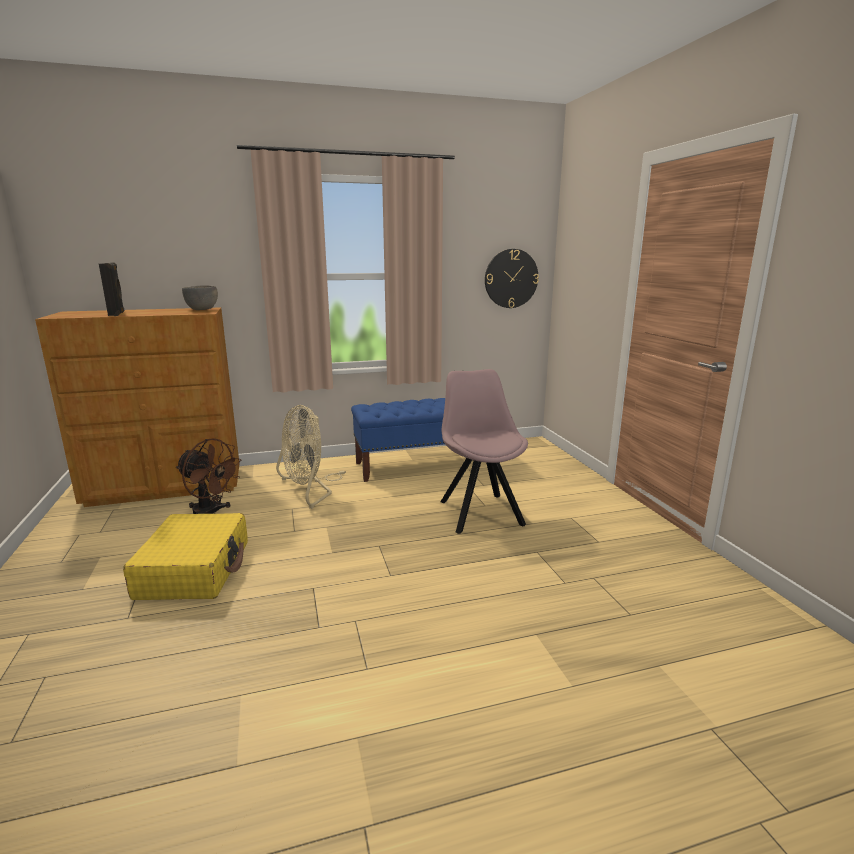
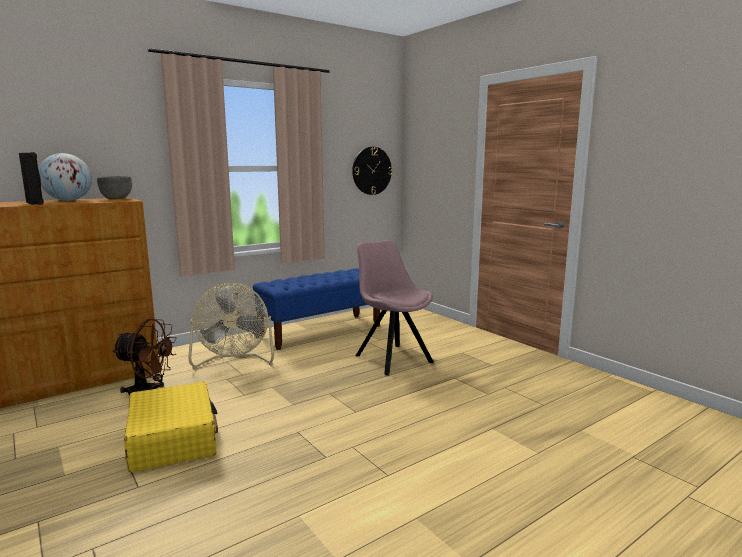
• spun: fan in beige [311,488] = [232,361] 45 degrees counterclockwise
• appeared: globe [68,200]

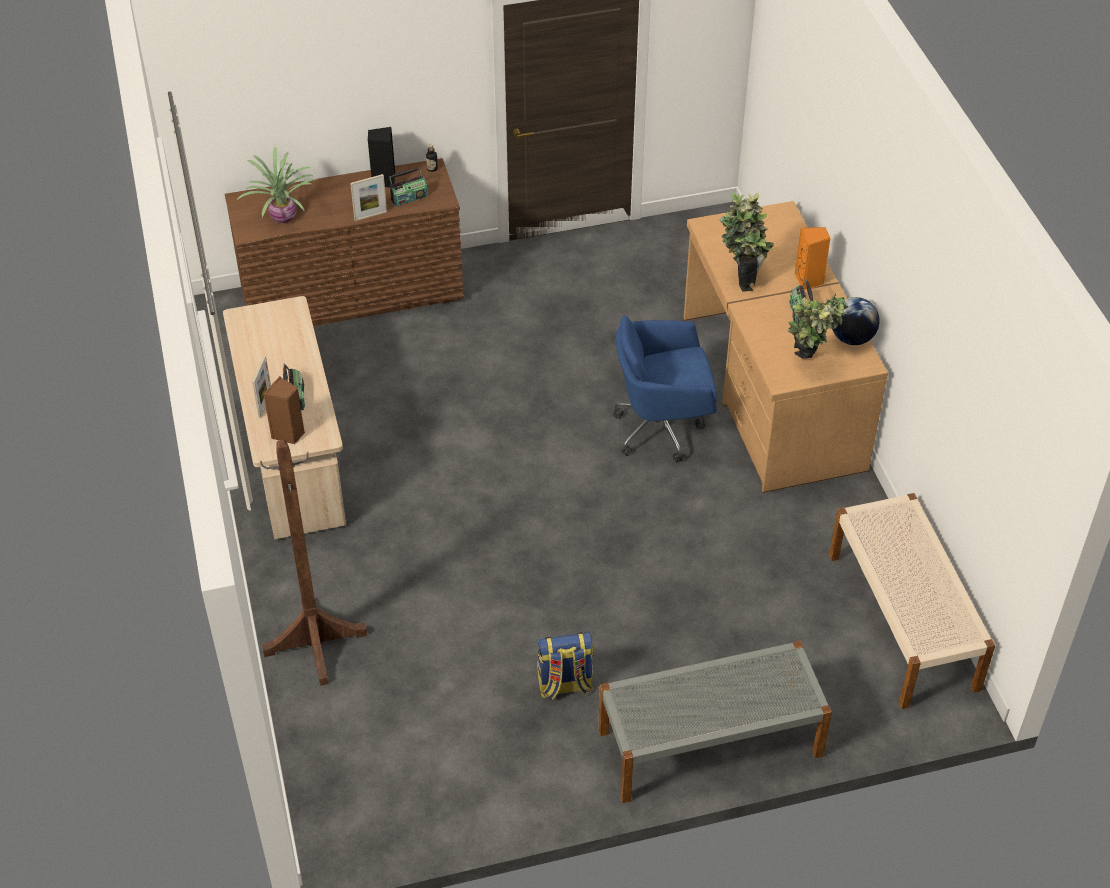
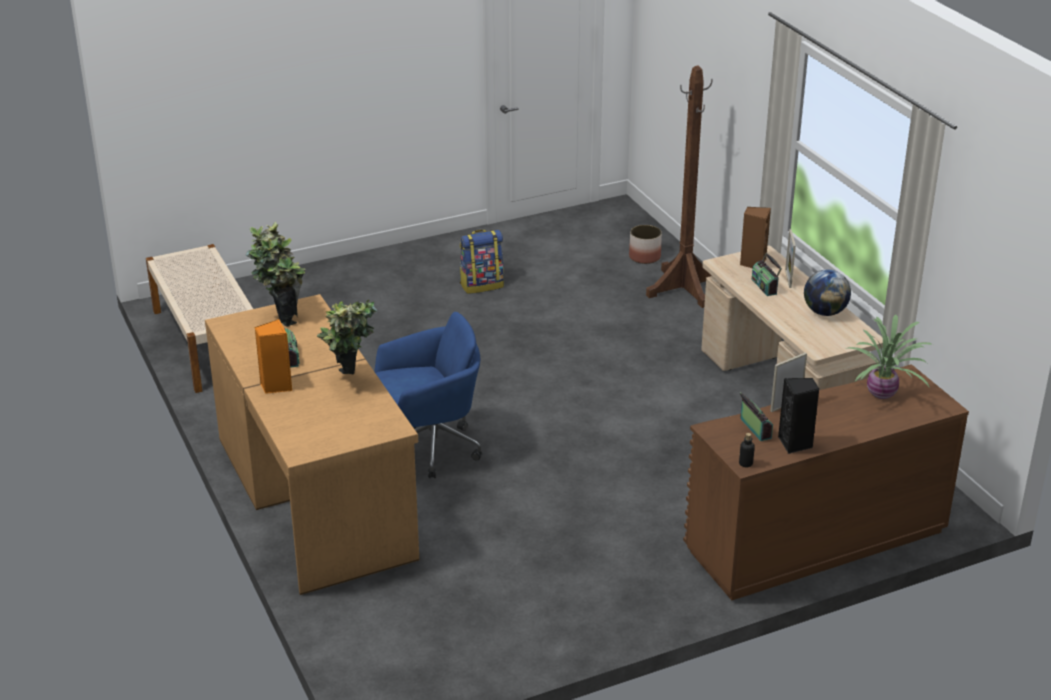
• spun: radio [409,197] = [754,428] 105 degrees clockwise
• relocated: globe [852,338] to [824,312]
• missing: bench in grey [710,744]
• appeared: planter [644,257]

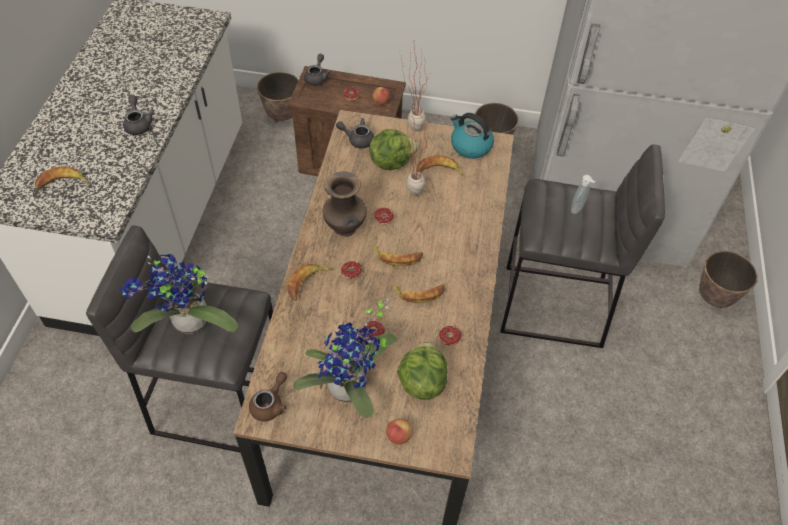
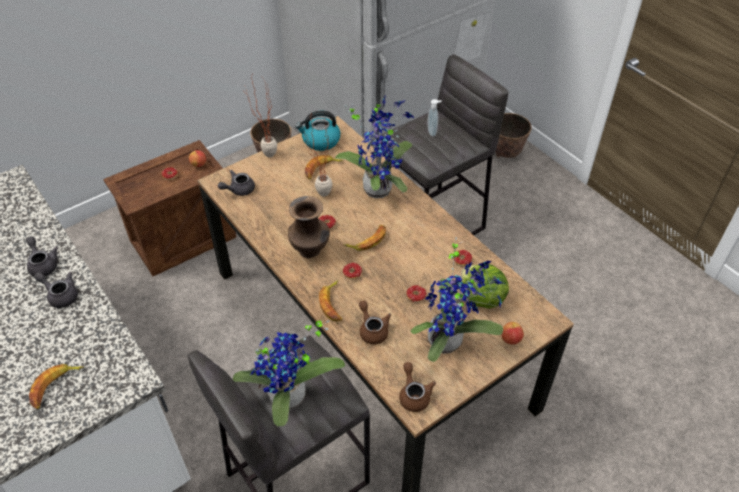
• relocated: teapot in grey [317,77] to [43,264]
• missing: planter [282,116]
• missing: lettuce [391,161]
• missing: banana [419,293]
• appeared: potted plant [379,187]
• appeared: teapot in brown [372,330]

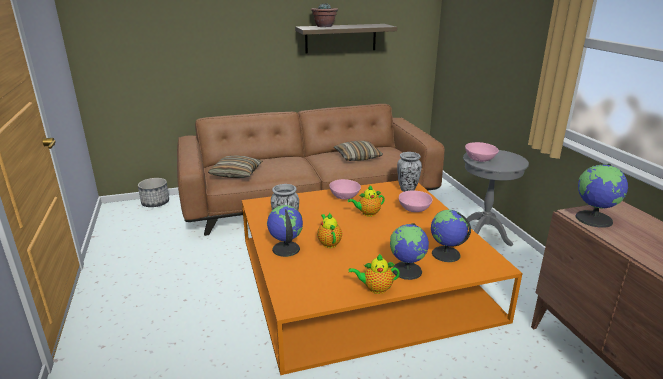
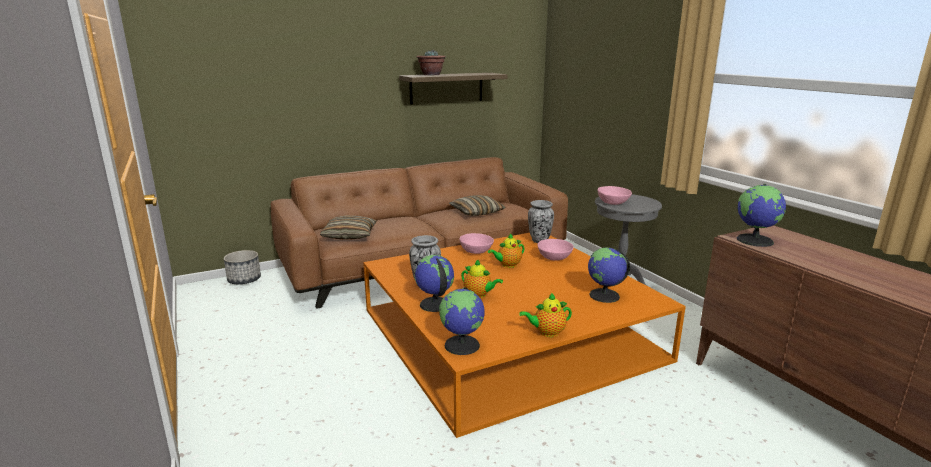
• spun: teapot [329,243] = [479,295] 150 degrees clockwise
• relocated: globe [407,271] to [462,345]

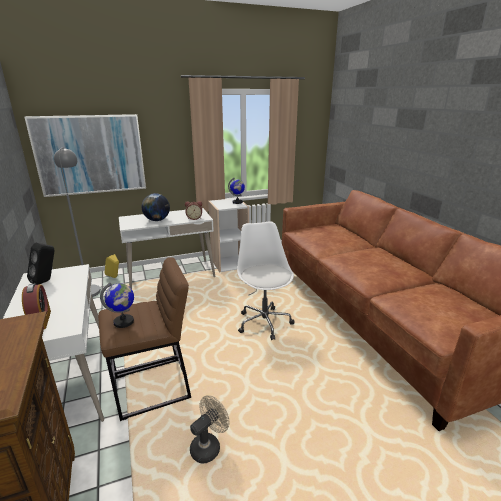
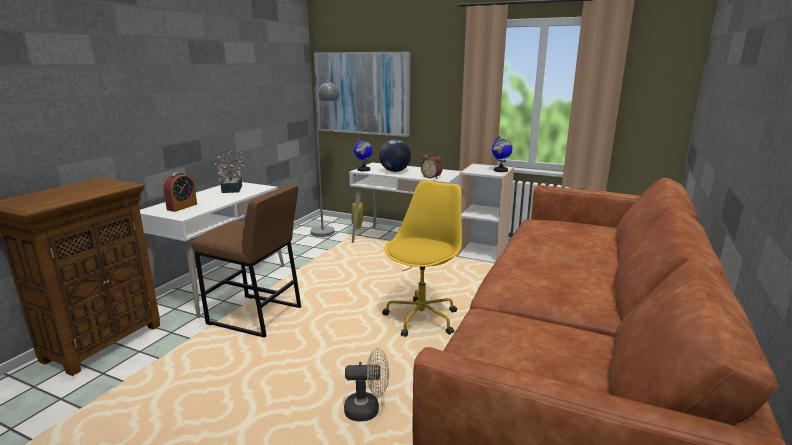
• colour: office chair in white [263,322] to office chair in yellow [422,318]
• exchanged: speaker in black [46,281] to potted plant [233,188]
• relocated: globe [124,322] to [363,170]
• relocated: fan in beige [209,446] to [368,409]

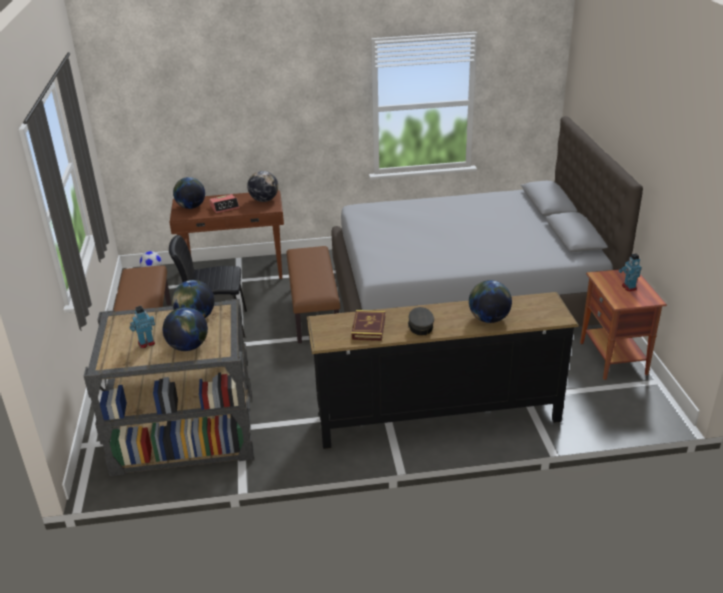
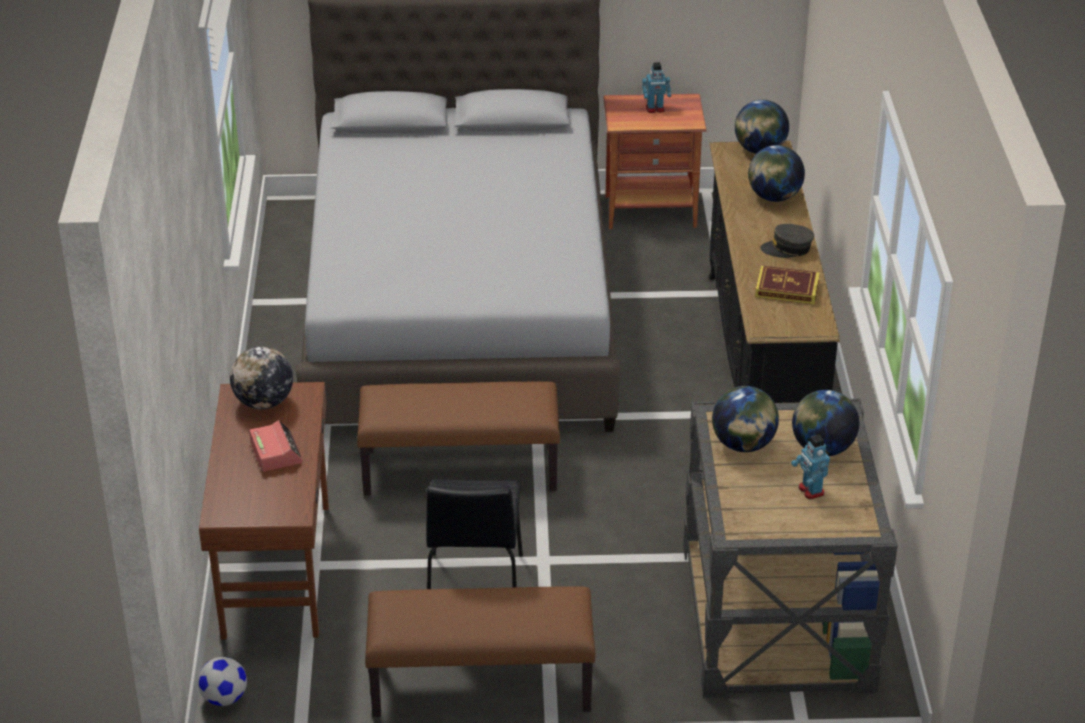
• relocated: globe [191,207] to [759,150]

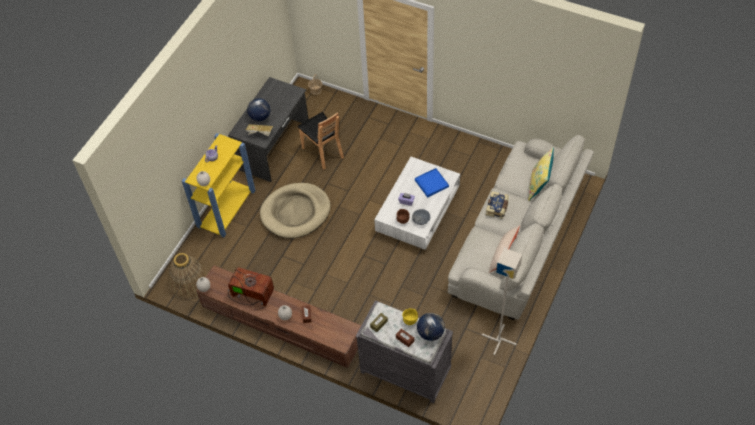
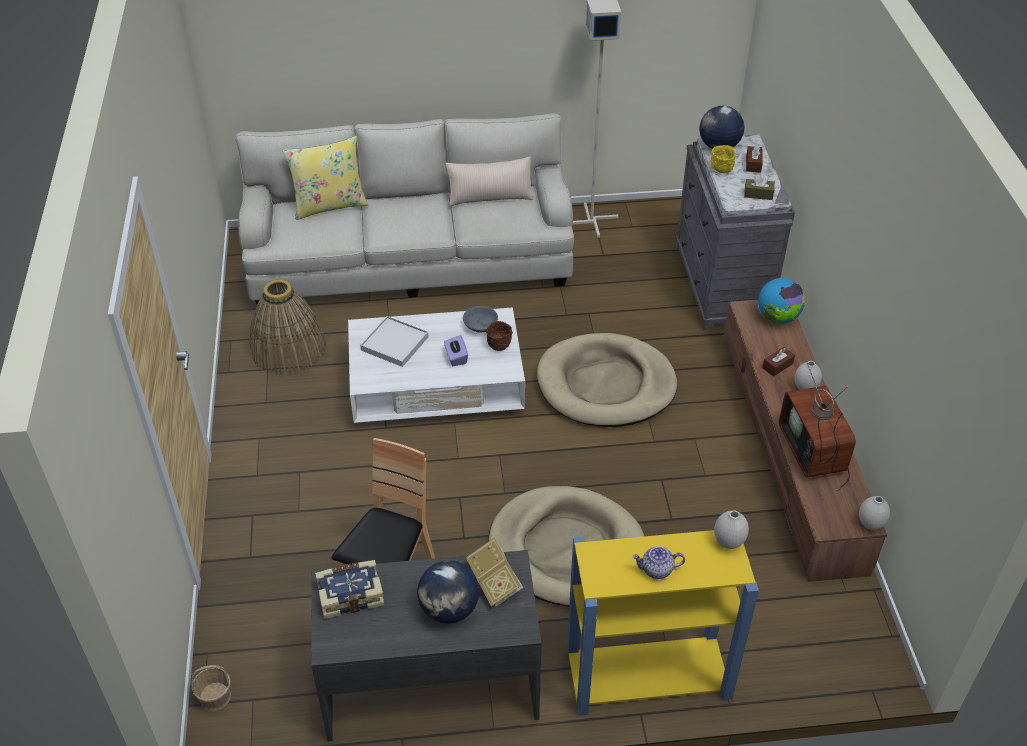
• colour: tray in blue [431,183] to tray in white [395,343]
• relocated: book [497,208] to [350,594]
• relocated: basket [189,282] to [288,348]
• appeared: globe [777,318]
• appeared: dog bed in beige [606,385]

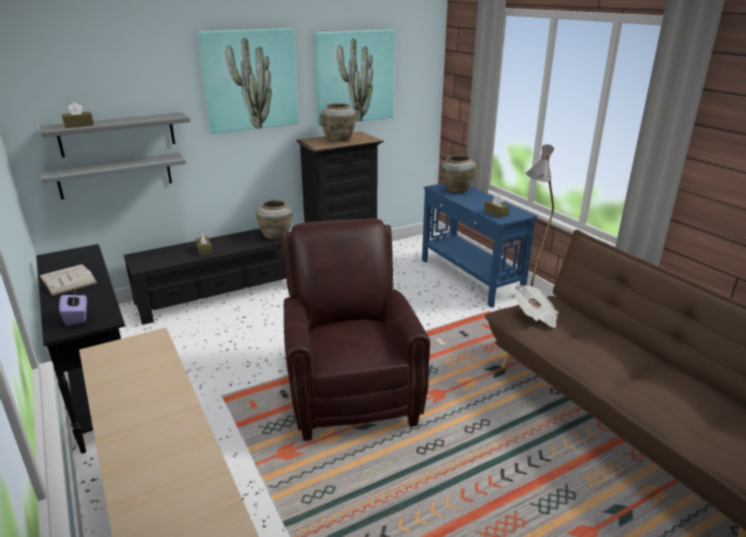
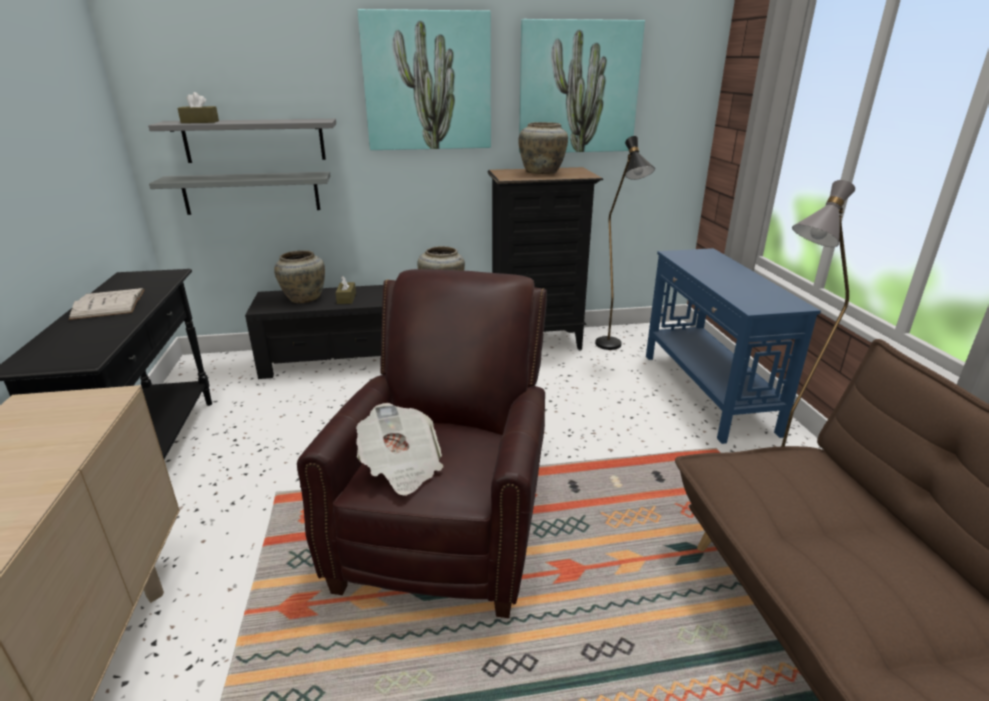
• relocated: vase in beige [456,189] to [304,298]
• missing: tissue box in brown [495,213]
• relocated: newspaper [535,316] to [401,467]
• missing: tissue box in purple [77,317]
• appeared: floor lamp in black [612,348]

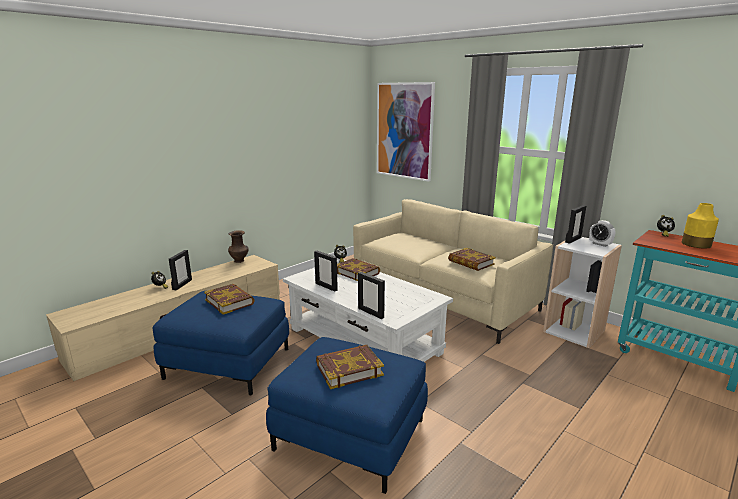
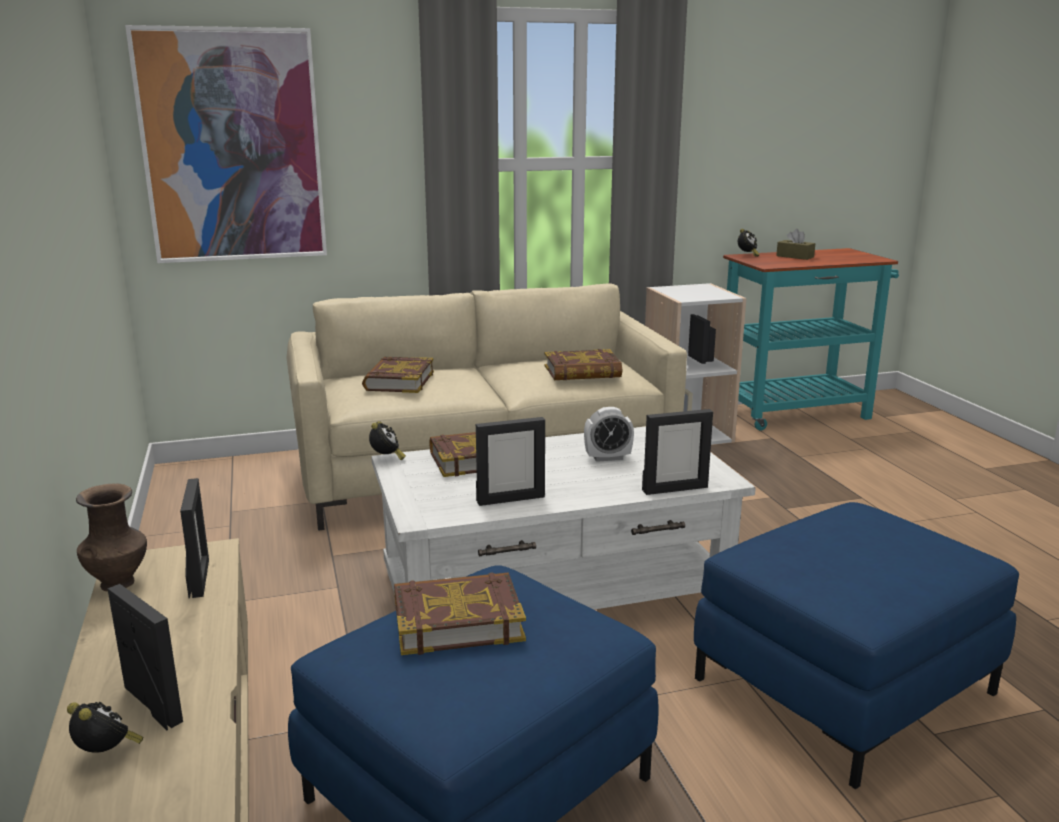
• exchanged: vase in yellow [696,244] to tissue box in brown [795,256]
• relocated: picture frame [573,240] to [199,578]
• relocated: alarm clock [600,244] to [608,458]
• relocated: book [349,370] to [399,381]

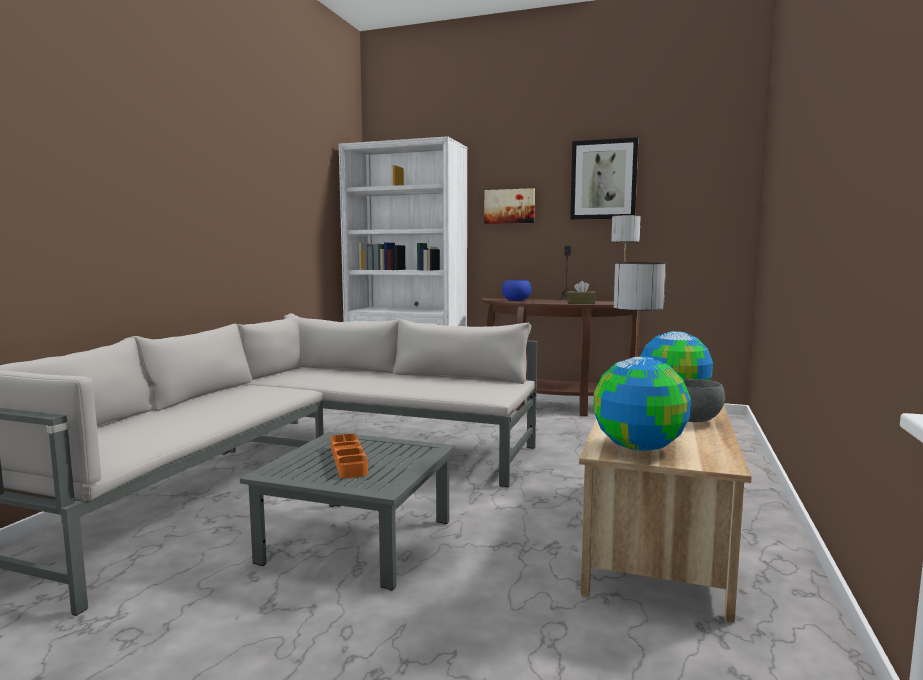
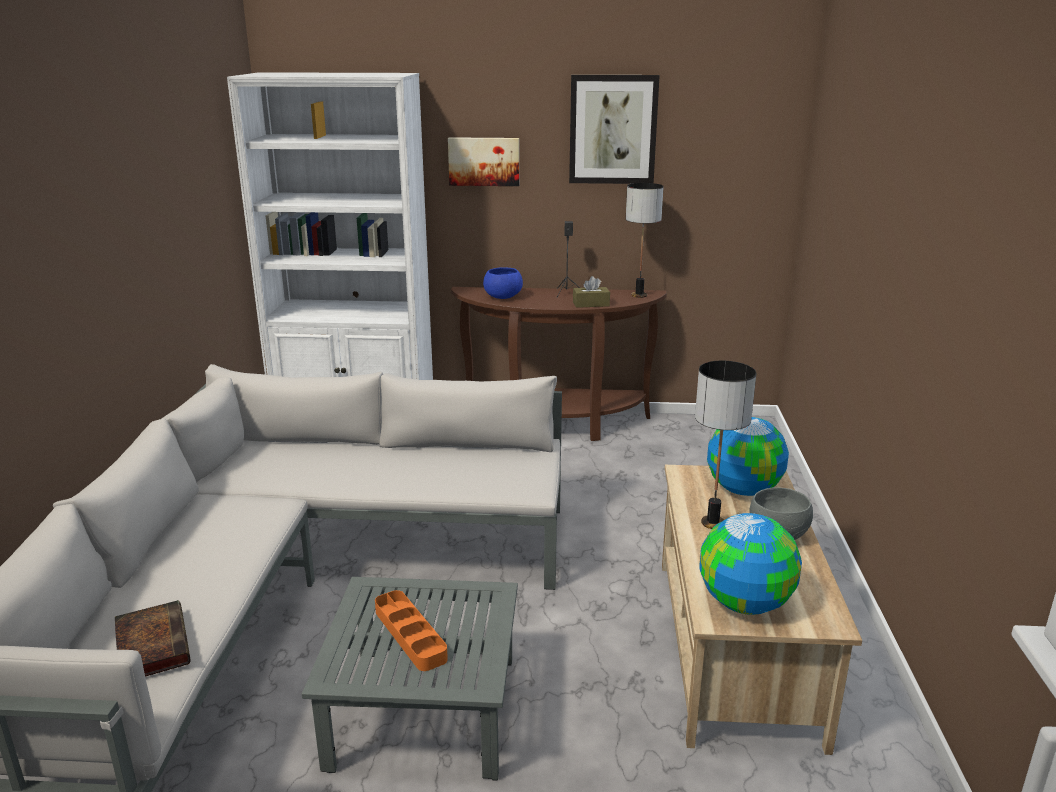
• appeared: book [151,644]

